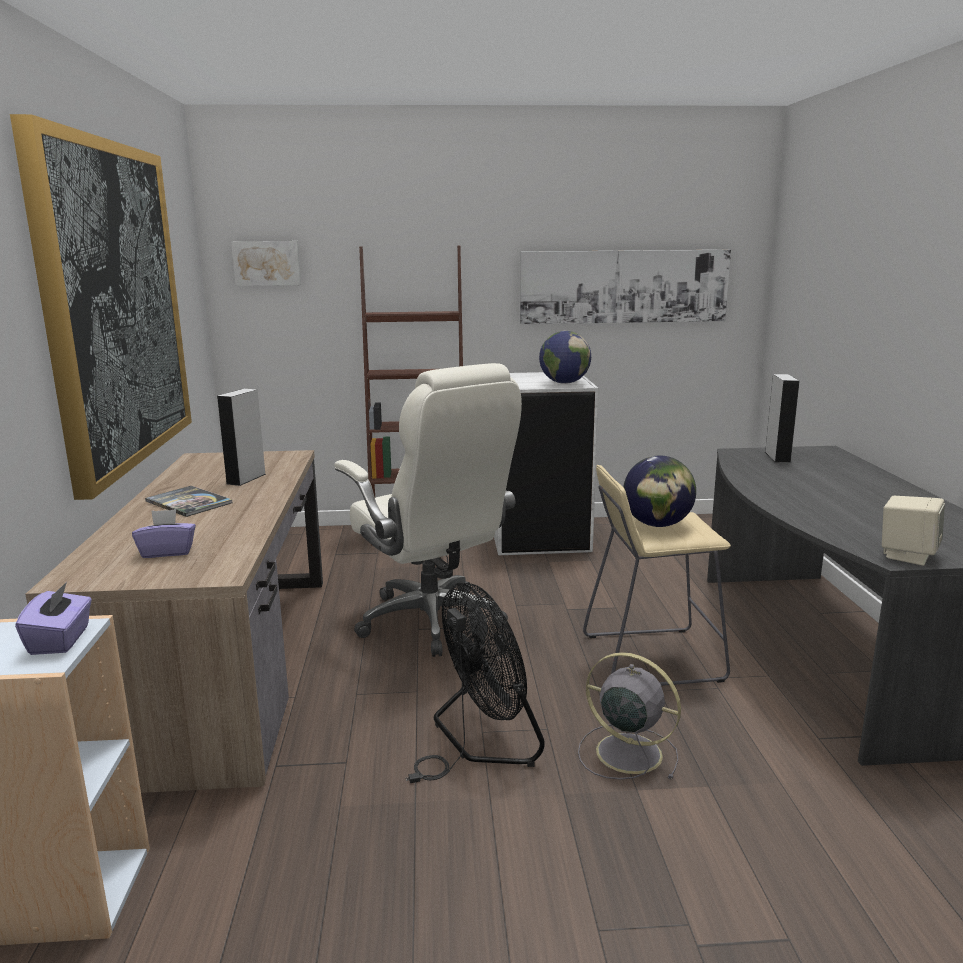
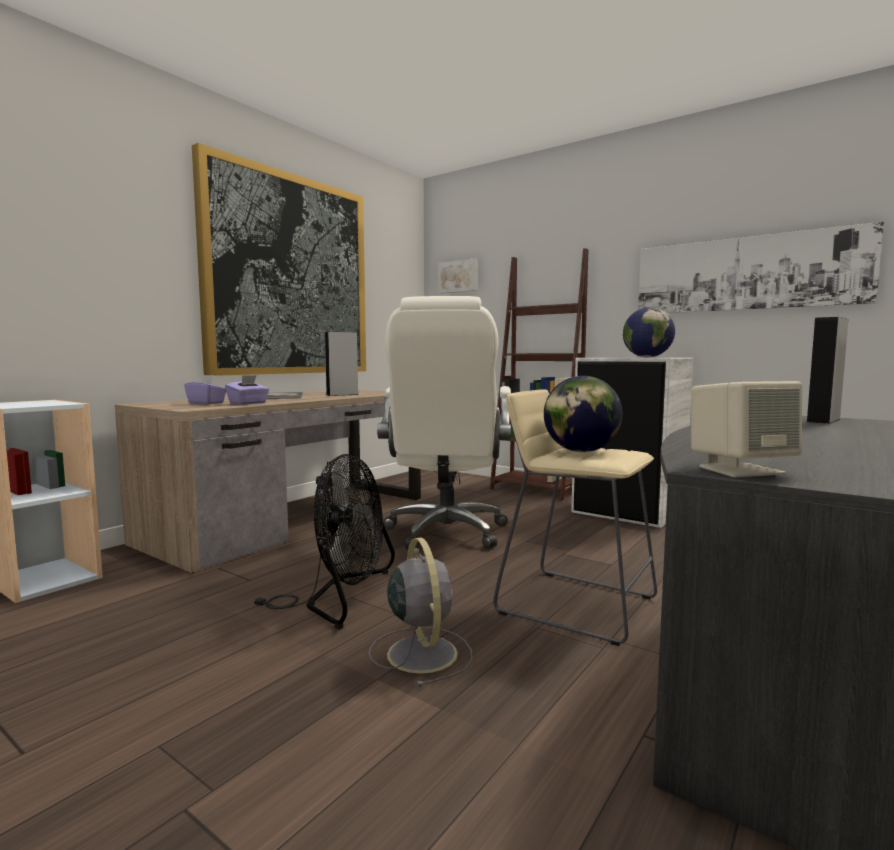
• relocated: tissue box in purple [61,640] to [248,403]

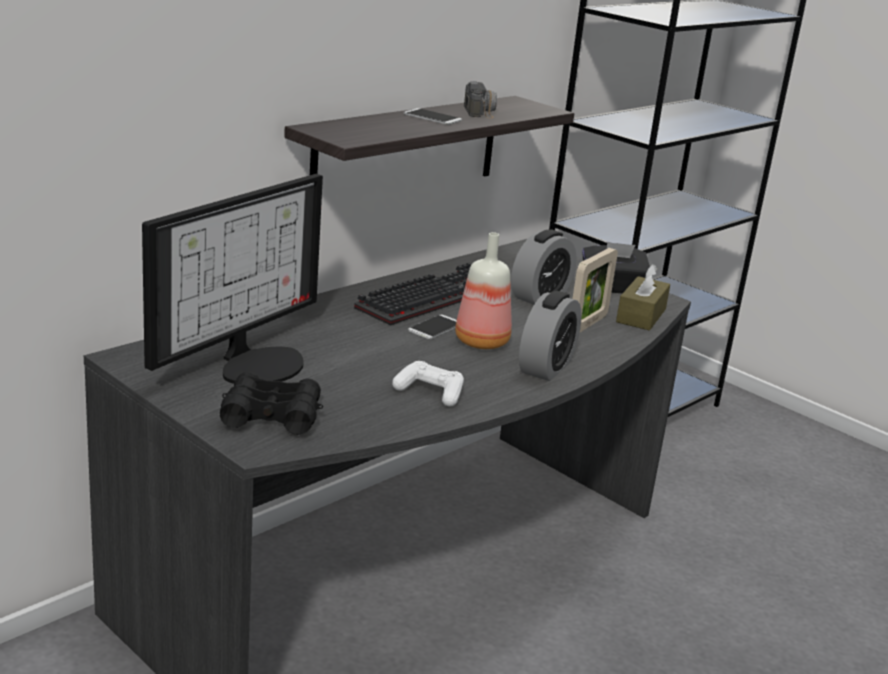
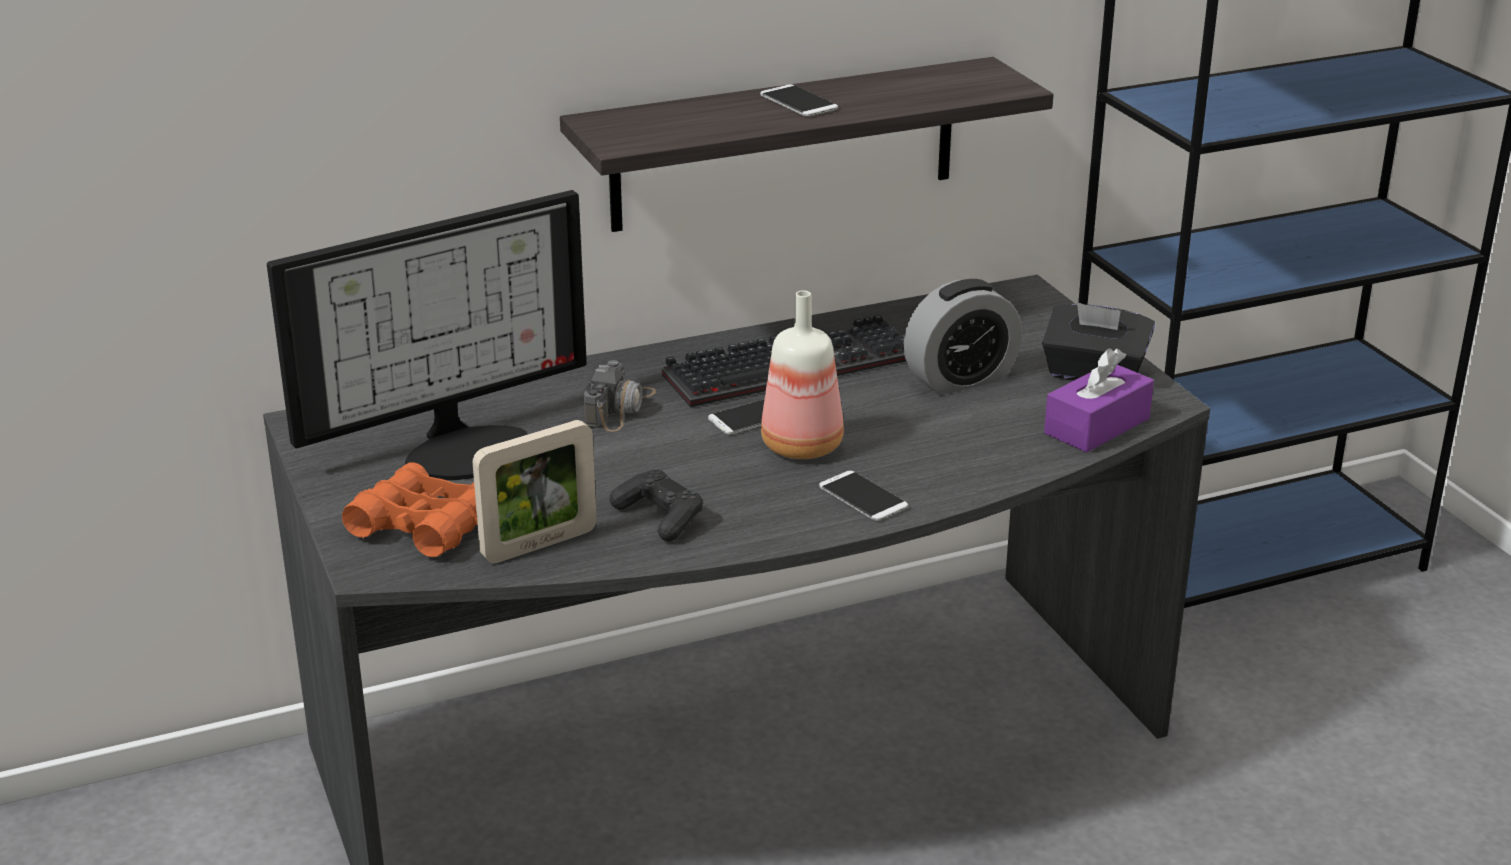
• relocated: photo camera [480,110] to [620,408]
• relocated: picture frame [587,324] to [539,544]
• colour: tissue box in brown [641,315] to tissue box in purple [1097,426]
• exchanged: alarm clock [546,367] to phone [863,497]
• colour: game controller in white [430,392] to game controller in black [659,517]
• colour: binoculars in black [271,415] to binoculars in orange [424,525]

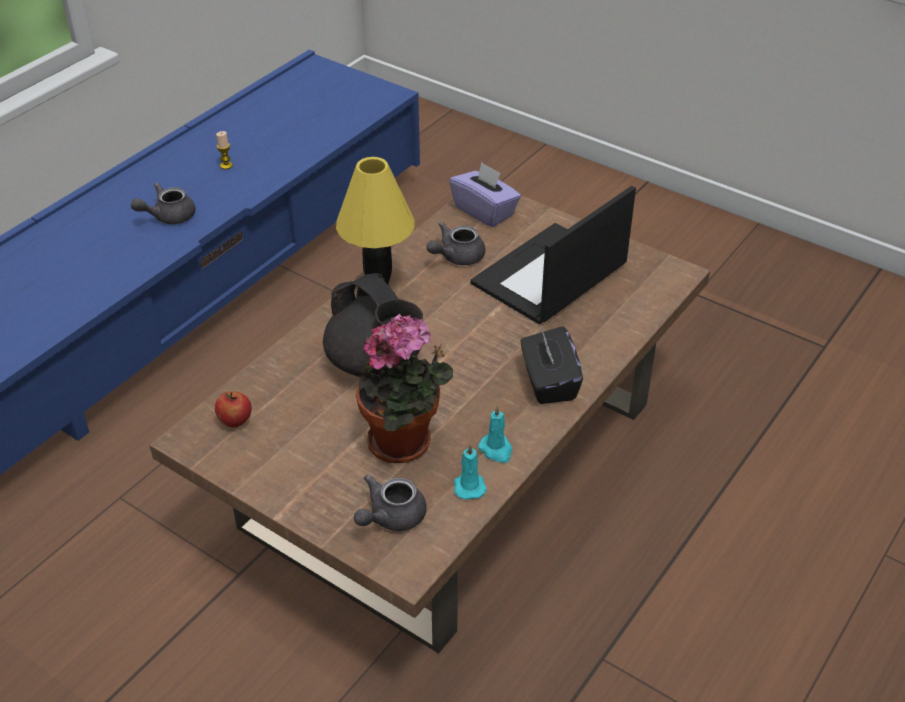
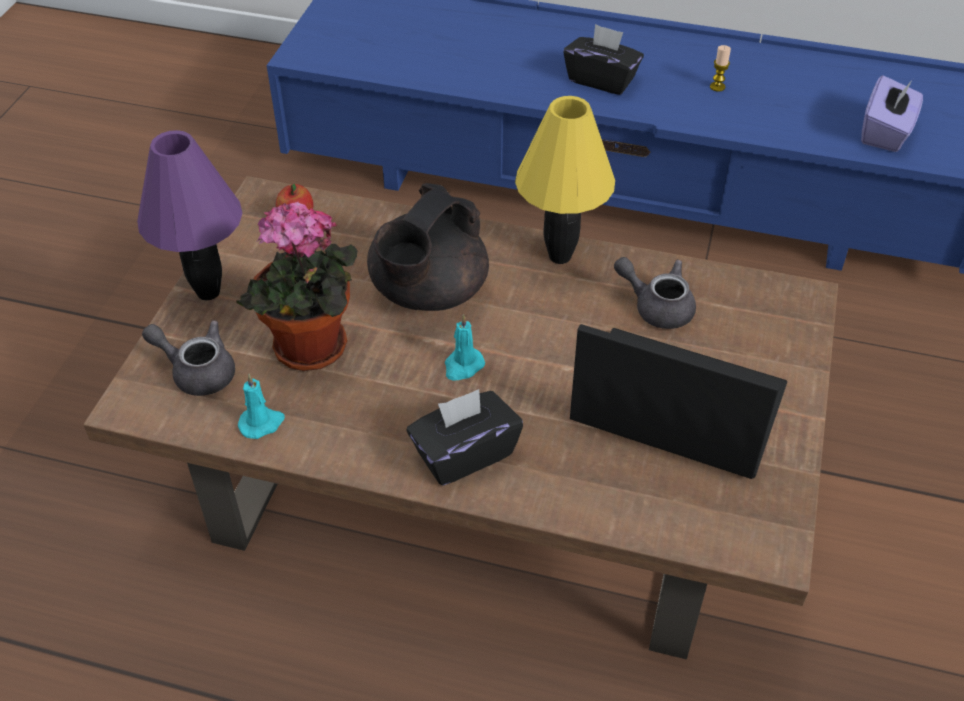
• relocated: tissue box in purple [485,211] to [886,133]
• exchanged: teapot in grey [168,216] to tissue box in black [601,80]
• relocated: candle in turquoise [496,450] to [463,366]
• appeared: table lamp in purple [207,292]

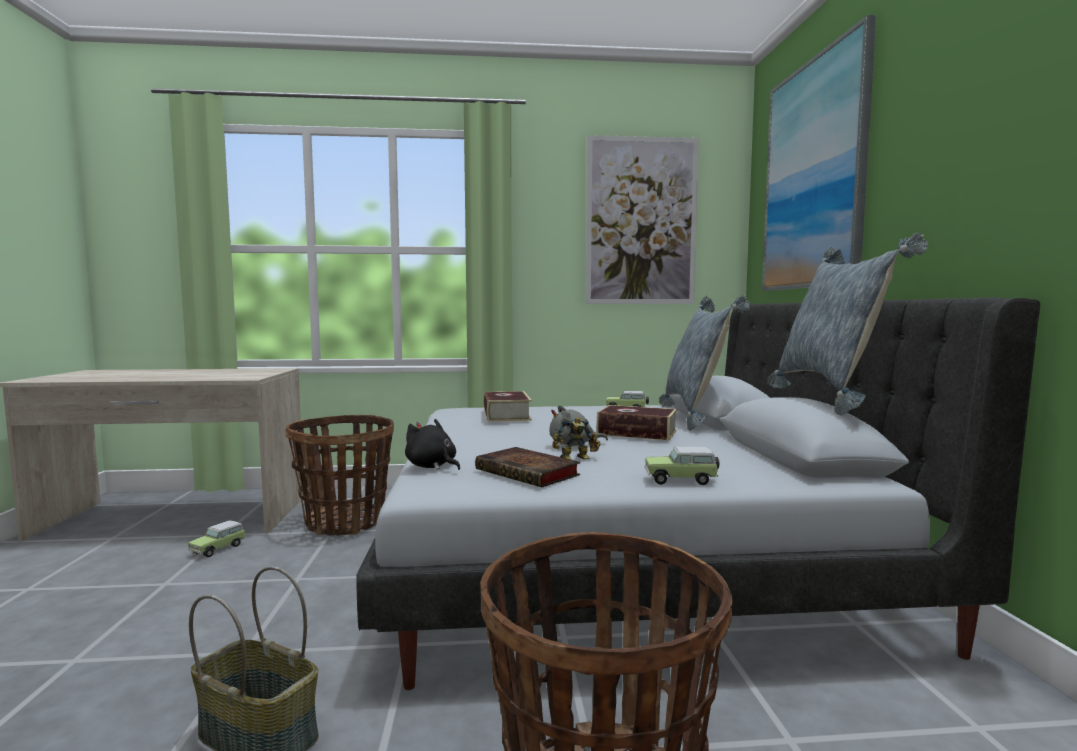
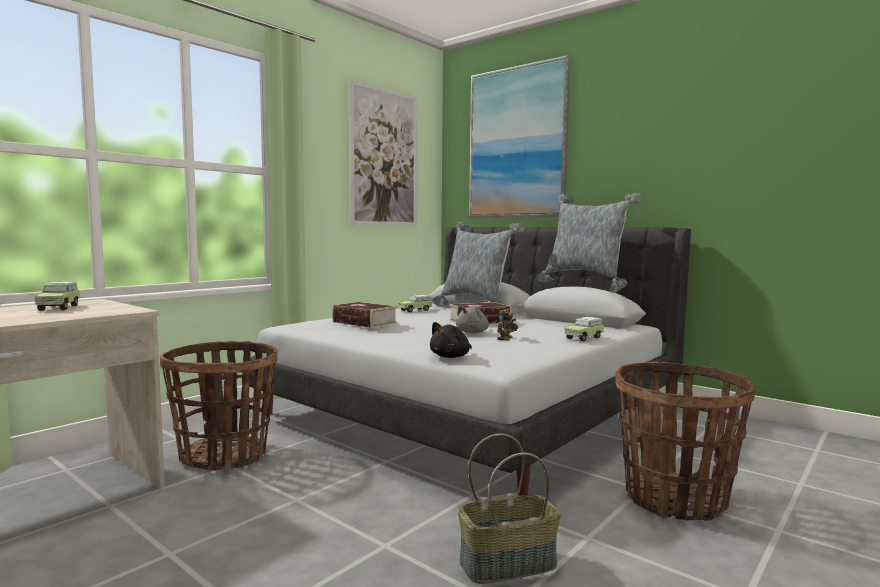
• spun: plush toy in black [432,466] = [451,357] 45 degrees counterclockwise
• missing: book [530,473]
• relocated: toy car [219,548] to [59,307]

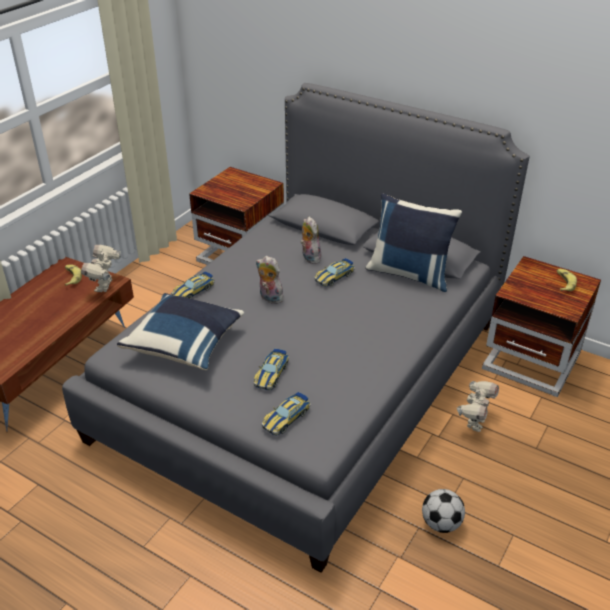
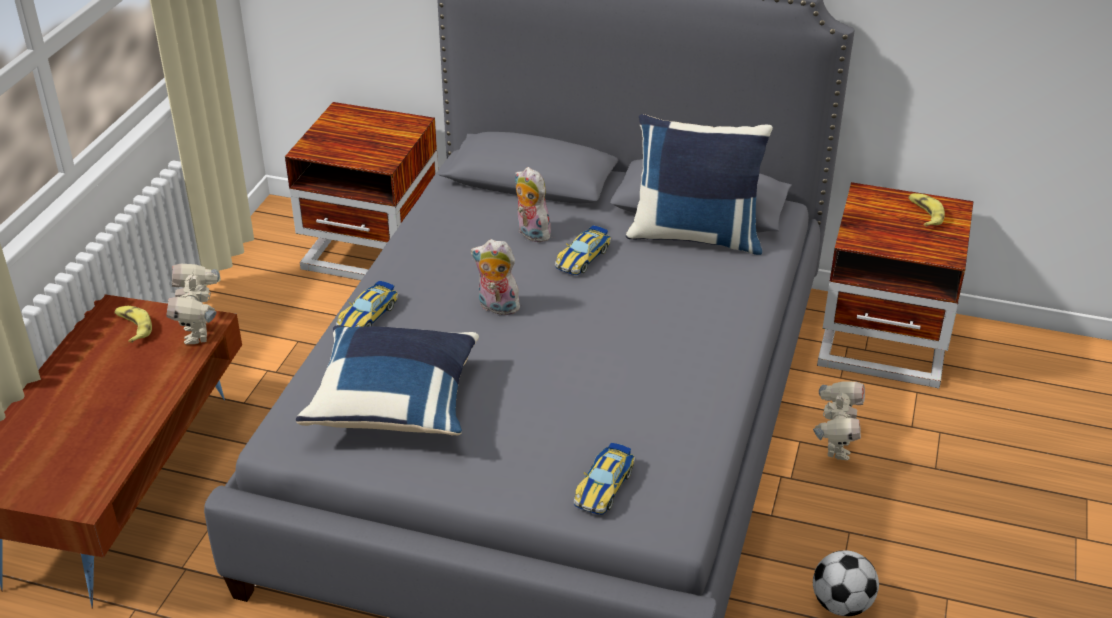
• missing: toy car [271,374]

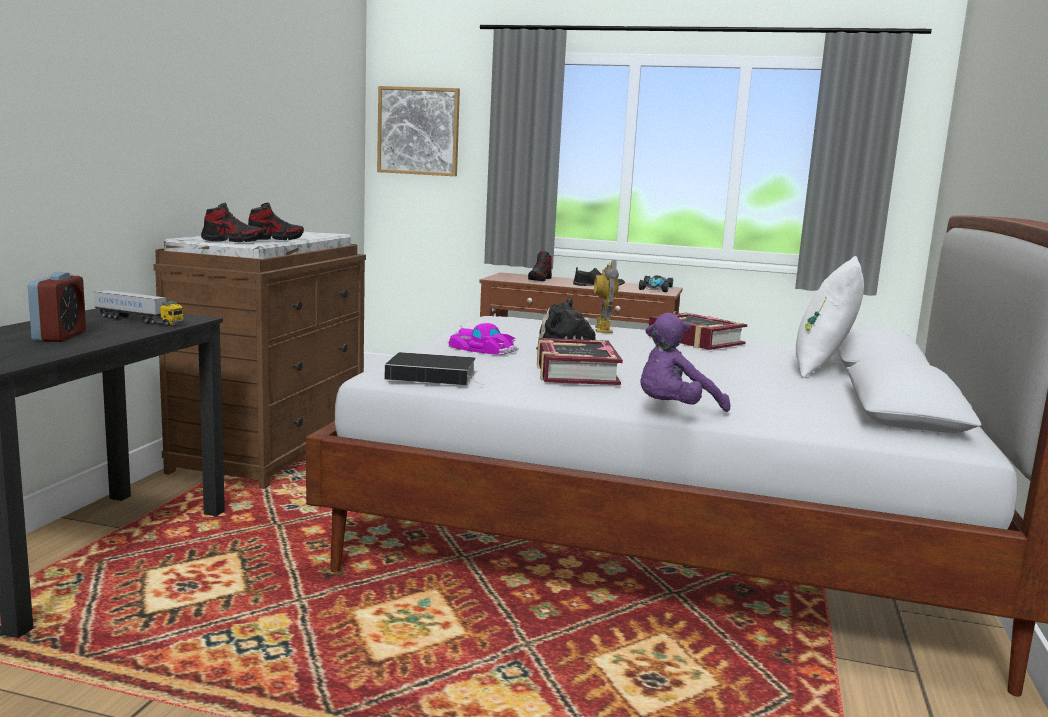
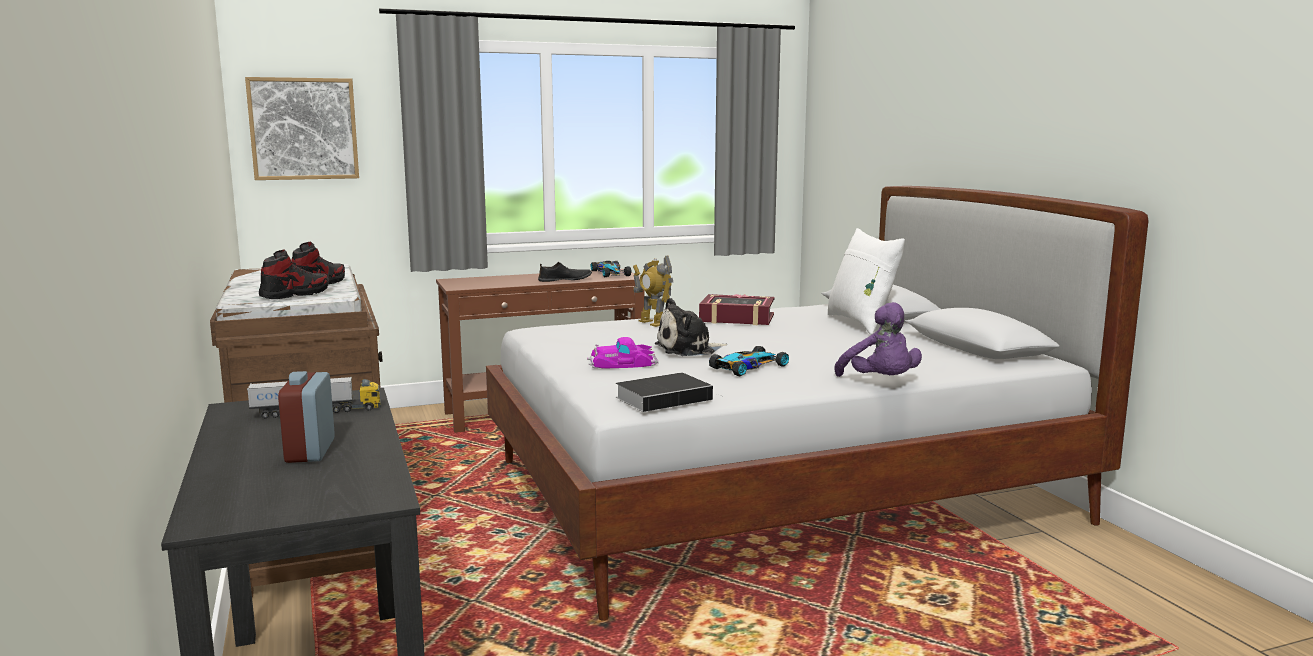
• missing: shoe [540,279]
• spun: alarm clock [59,336] = [310,451] 150 degrees counterclockwise
• spun: plush toy in purple [674,411] = [880,382] 45 degrees counterclockwise
• exchanged: book [575,372] to toy car [747,367]

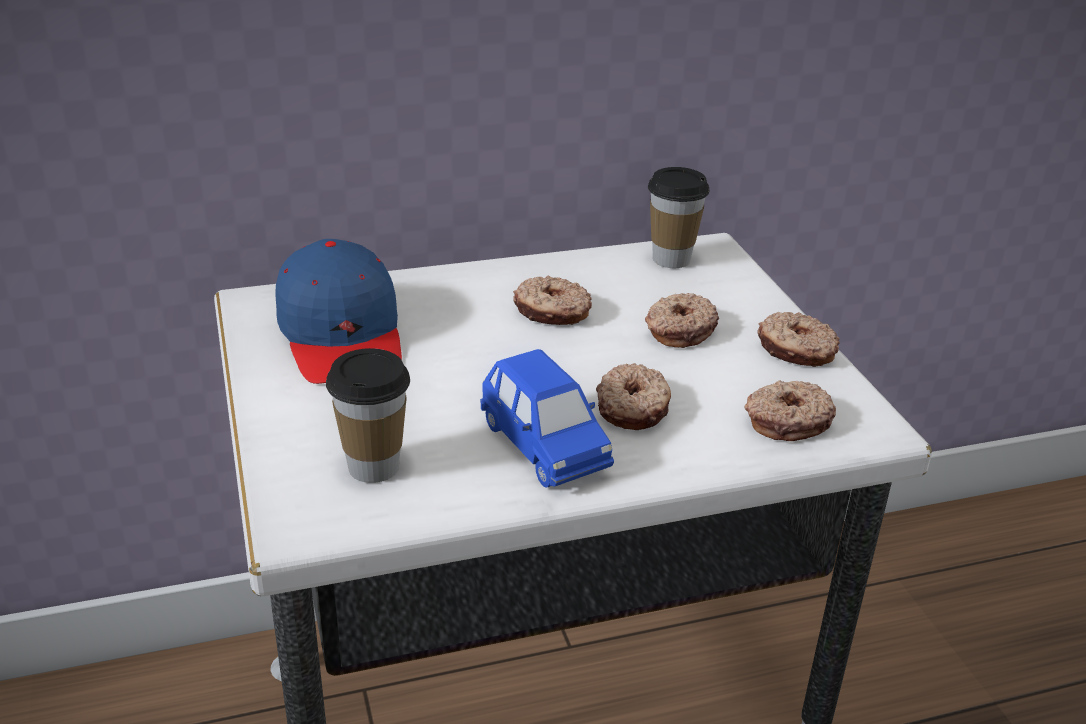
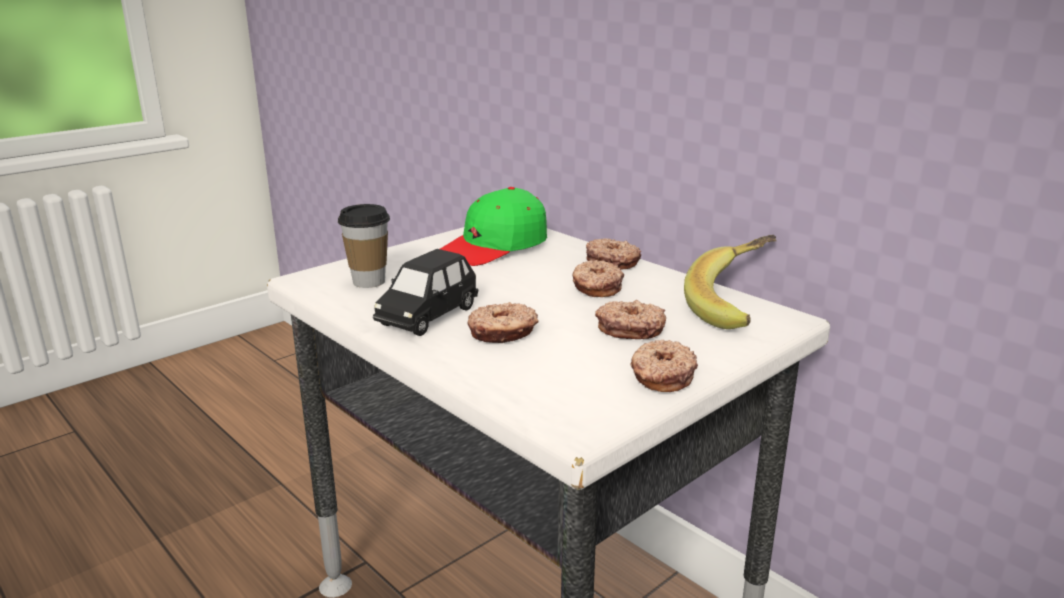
• exchanged: cup [671,259] to banana [738,308]
• colour: cap in blue [342,335] to cap in green [494,246]
• colour: toy car in blue [544,447] to toy car in black [428,316]
• relocated: donut [787,421] to [612,262]

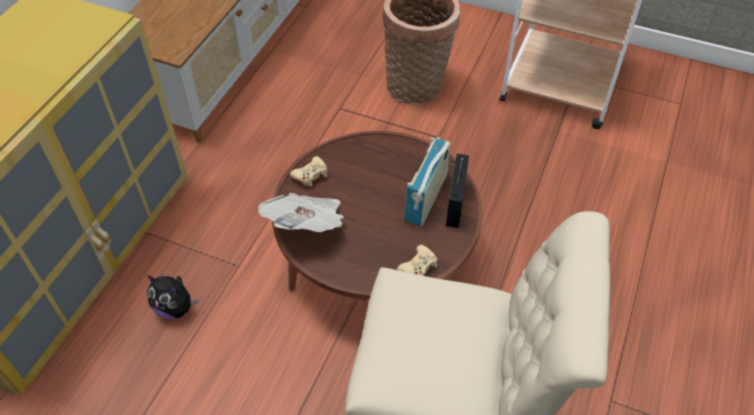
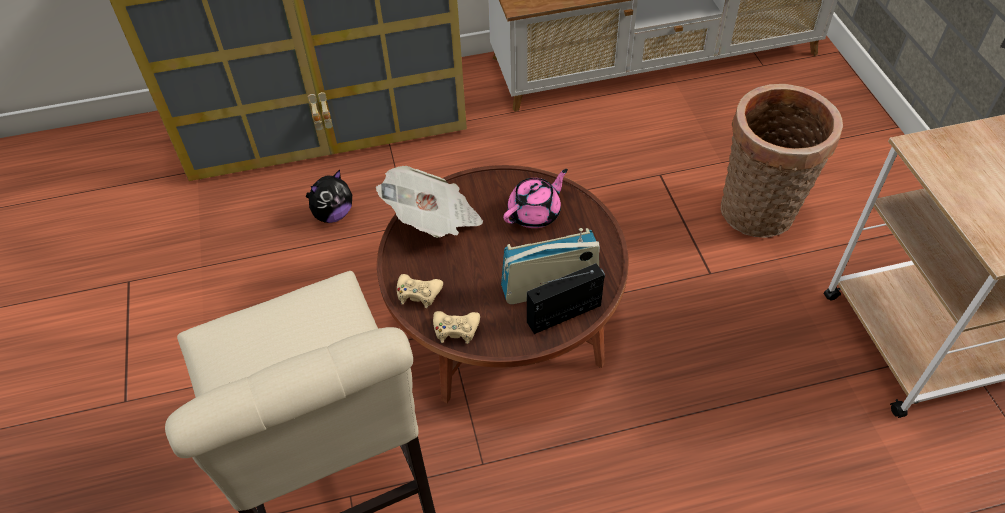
• relocated: game controller in beige [311,175] to [418,294]
• spun: plush toy [175,308] = [333,214] 120 degrees counterclockwise
• appeared: teapot in pink [535,213]

